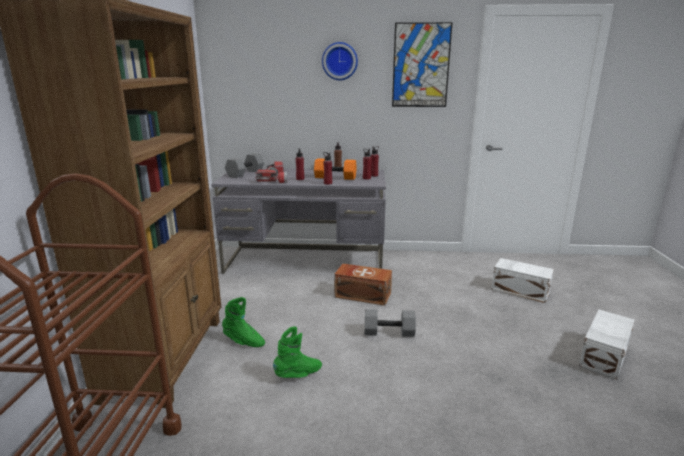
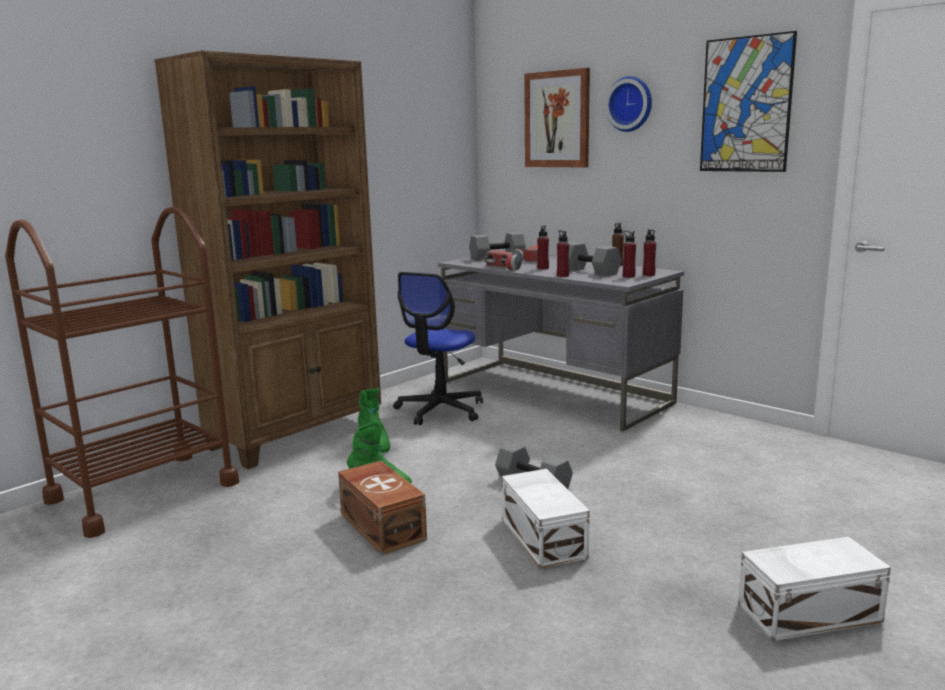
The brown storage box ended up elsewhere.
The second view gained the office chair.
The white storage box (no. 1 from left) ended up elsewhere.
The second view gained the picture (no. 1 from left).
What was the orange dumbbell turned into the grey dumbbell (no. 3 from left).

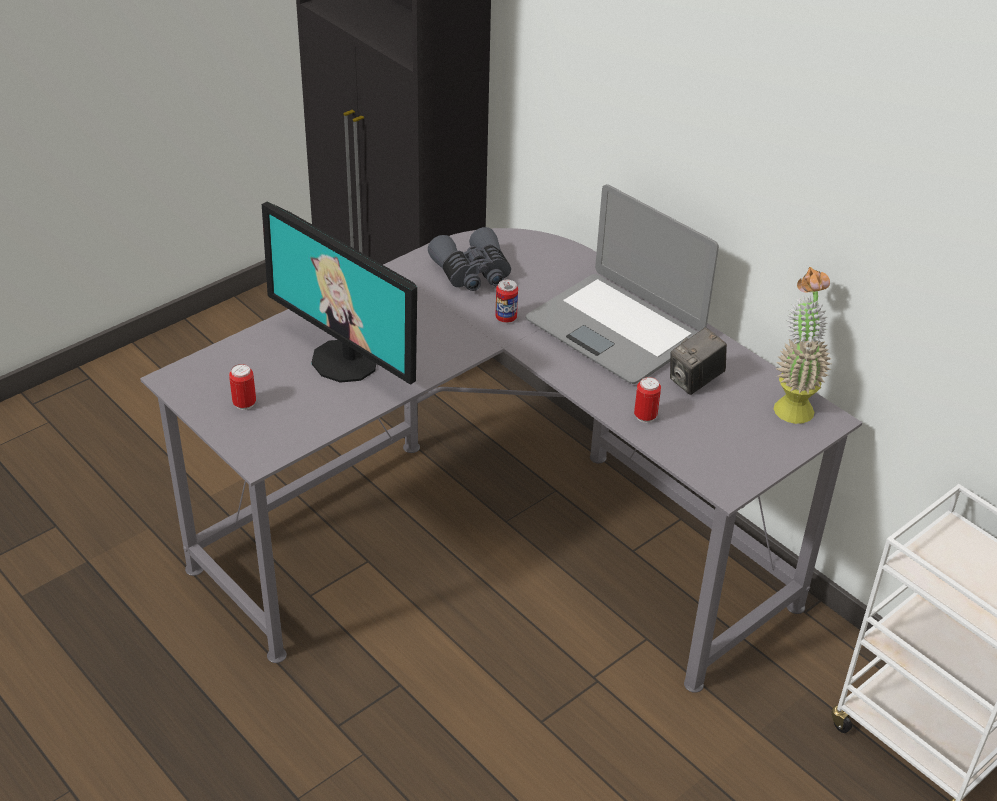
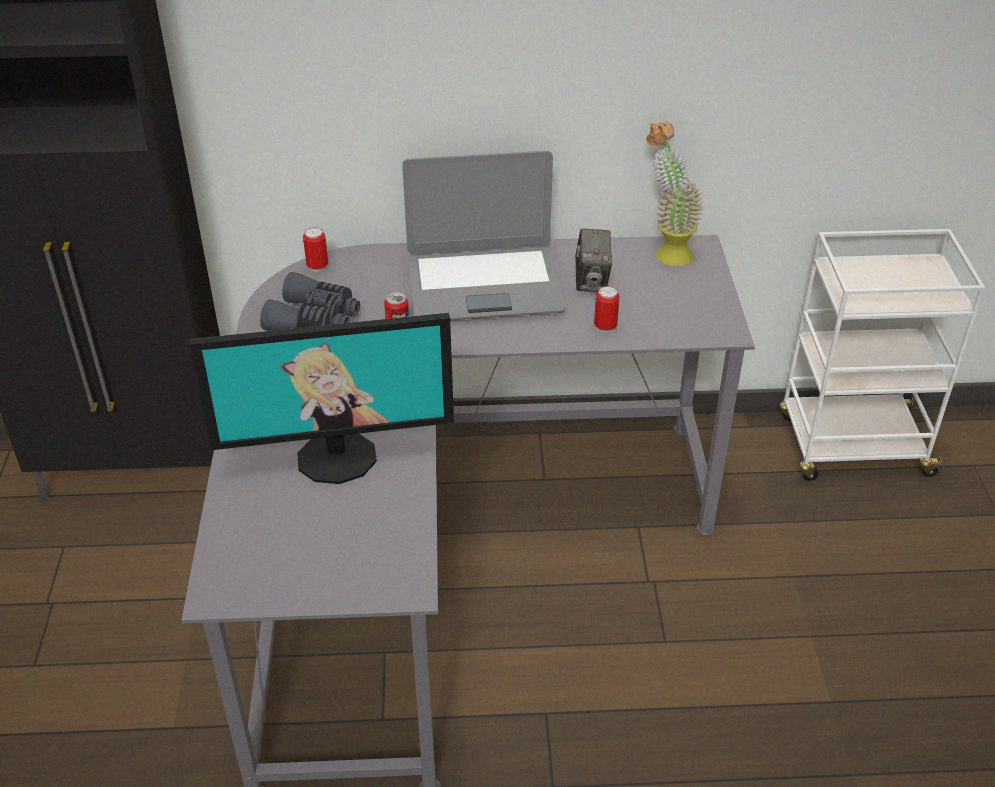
The can (no. 1 from left) ended up elsewhere.

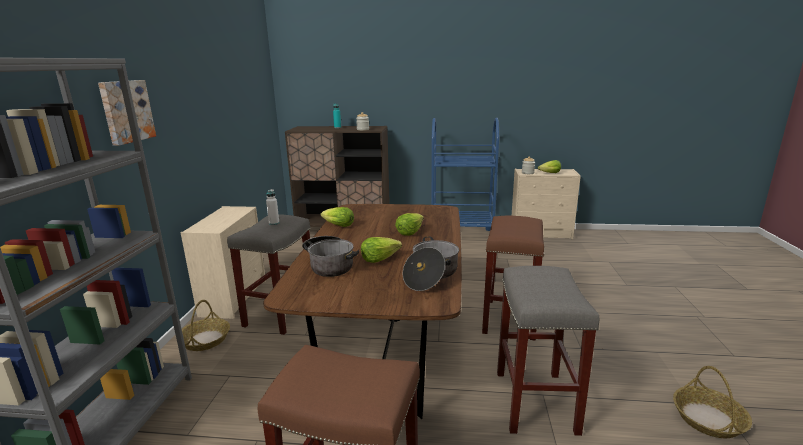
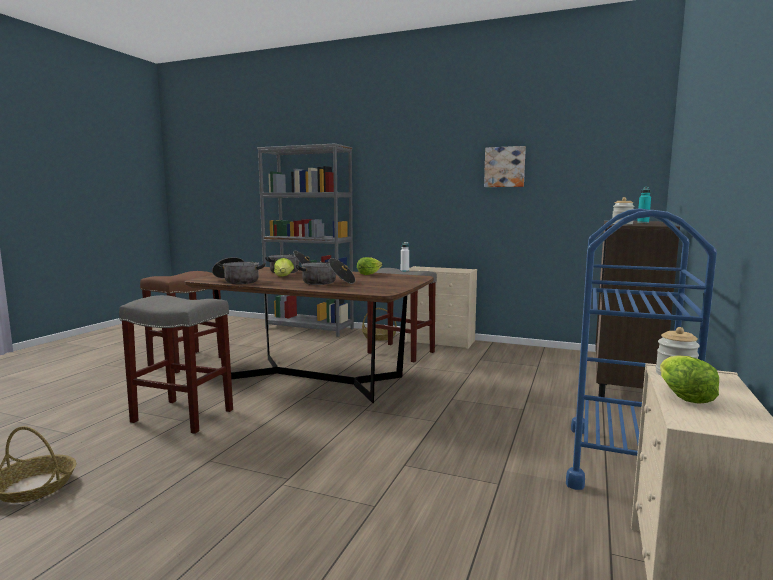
Where the lettuce (no. 3 from left) stood, the cooking pot (no. 3 from left) came to stand.
The picture ended up elsewhere.
The second view lost the brown stool (no. 2 from left).

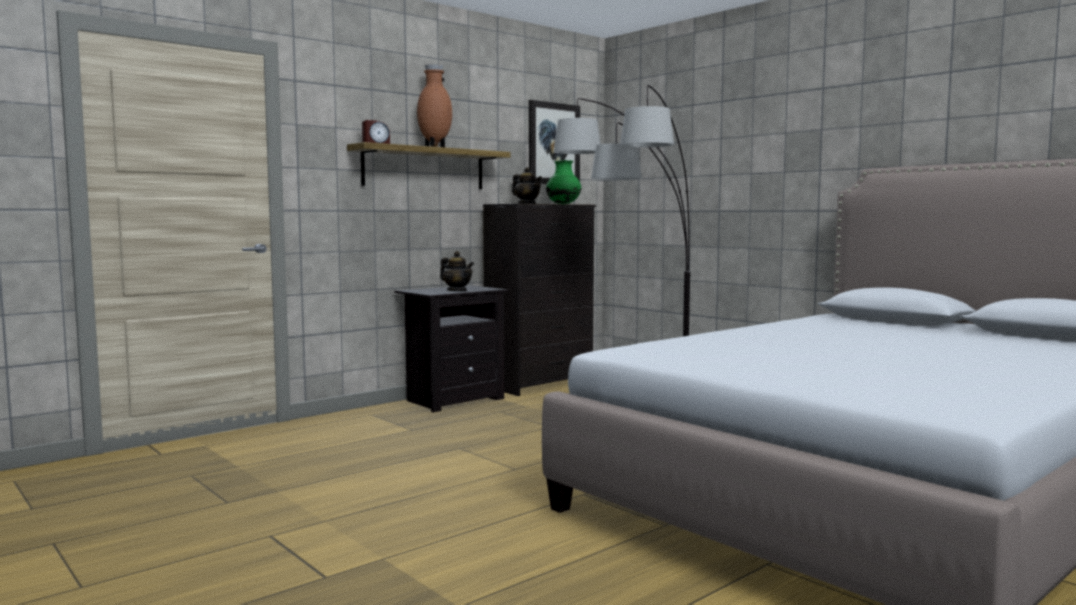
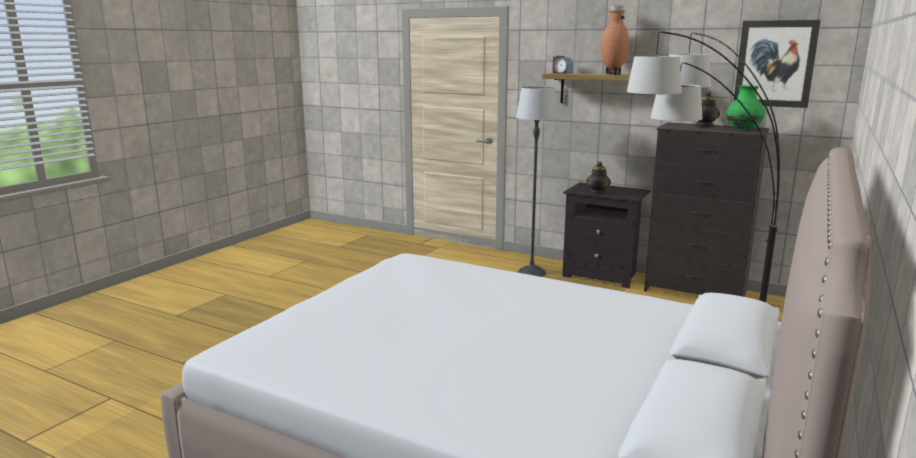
The second view gained the floor lamp (no. 1 from left).

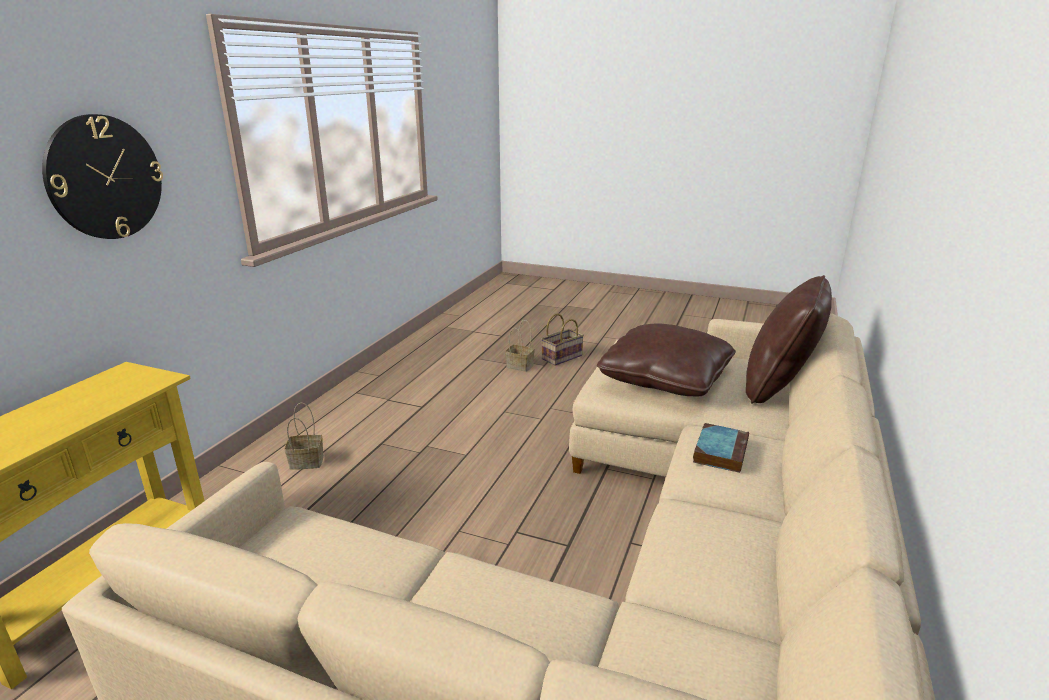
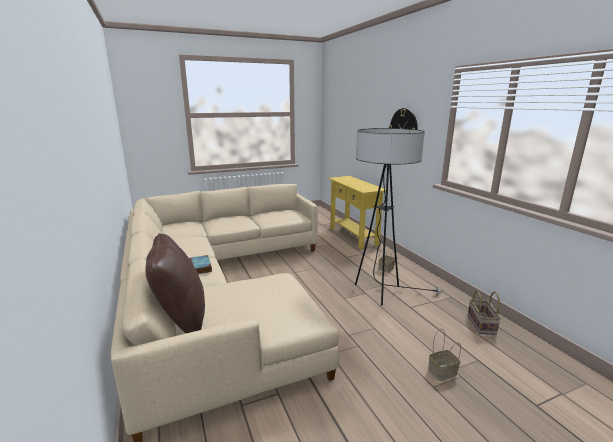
The second view gained the floor lamp.
The basket (no. 3 from left) ended up elsewhere.
The second view lost the brown pillow (no. 1 from left).

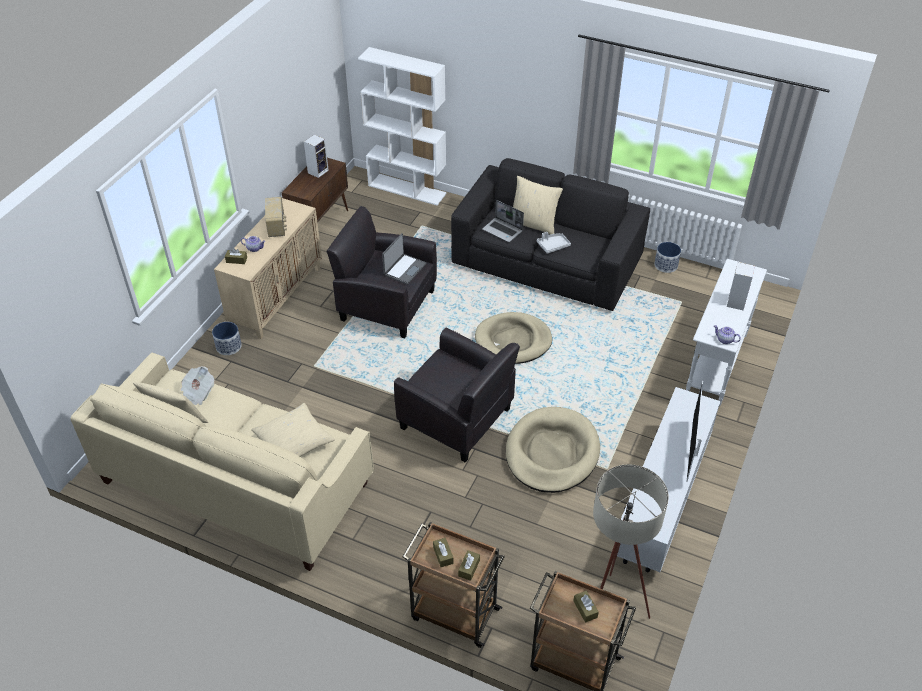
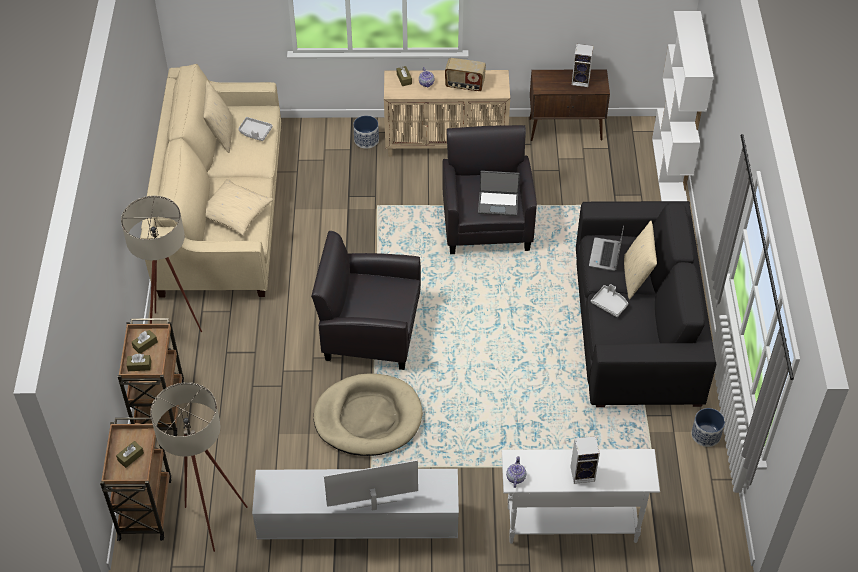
The second view gained the beige floor lamp (no. 1 from left).
Where the newspaper stood, the grey tray (no. 1 from left) came to stand.
The black armchair (no. 2 from left in the first image) ended up facing another way, 90 degrees clockwise from before.
The radio ended up facing another way, 45 degrees clockwise from before.
The second view lost the beige dog bed (no. 1 from left).

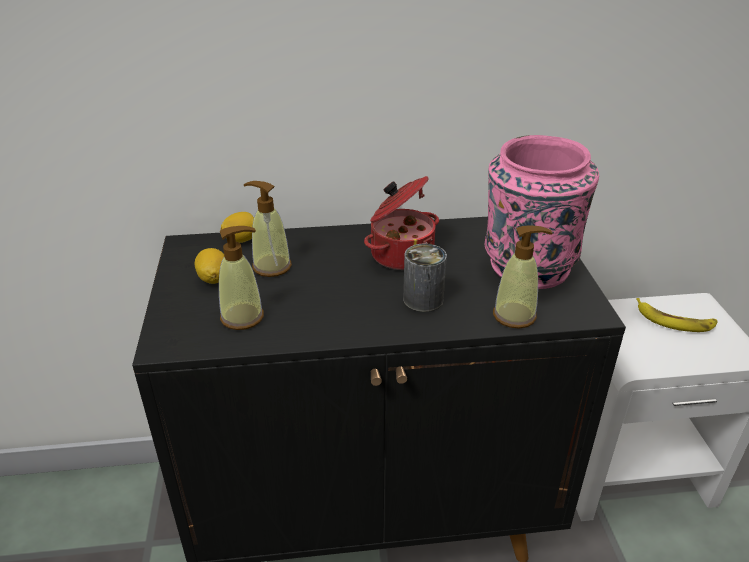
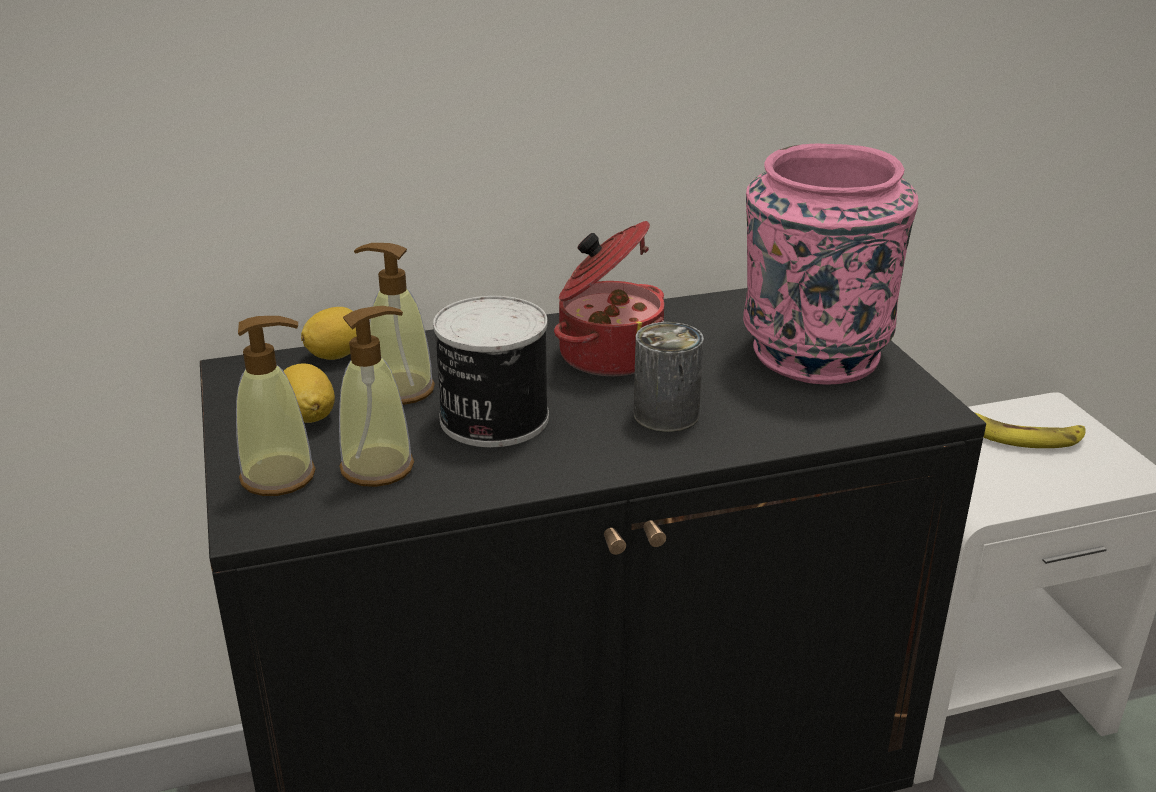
The soap dispenser (no. 3 from left in the first image) ended up elsewhere.
The second view gained the can (no. 1 from left).

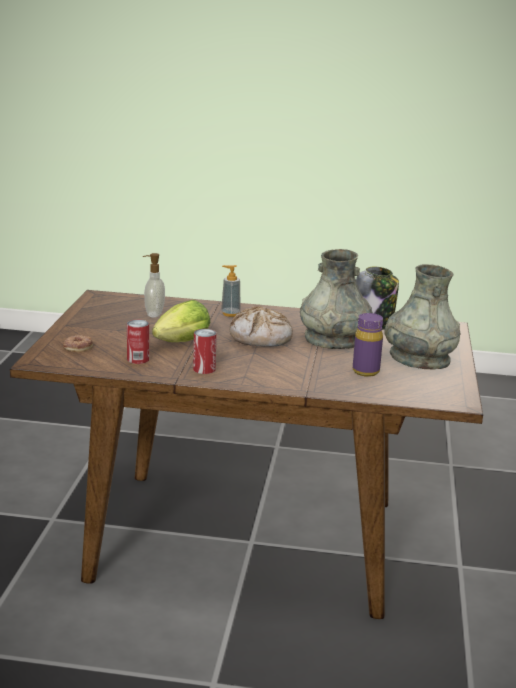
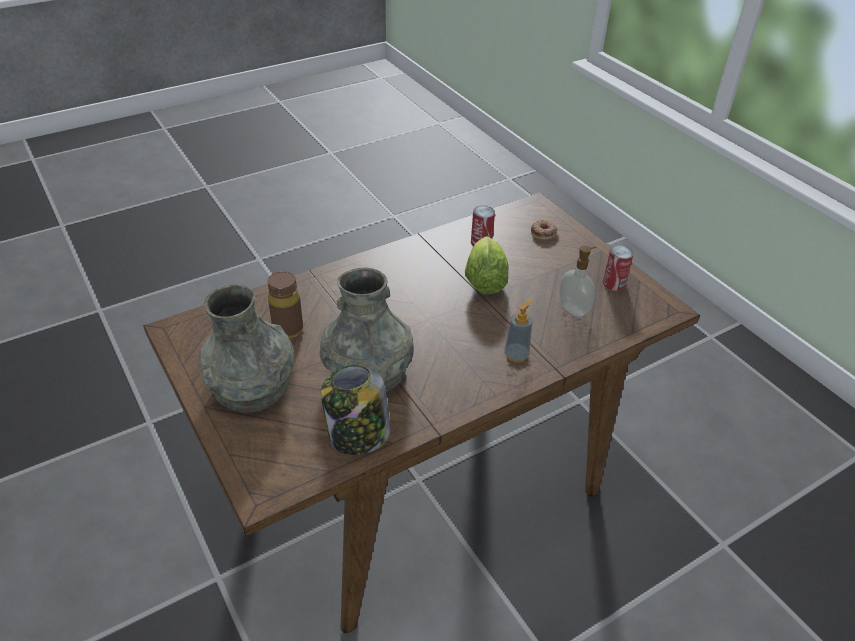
What was the purple bottle turned into the brown bottle.
The can (no. 2 from left) ended up elsewhere.
The second view lost the bread.

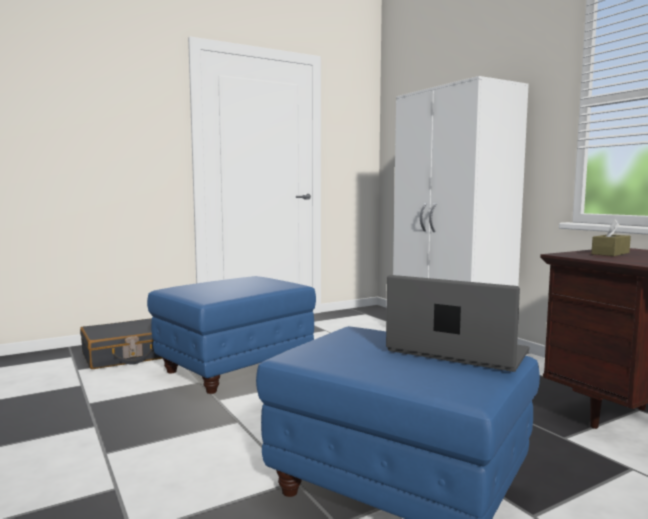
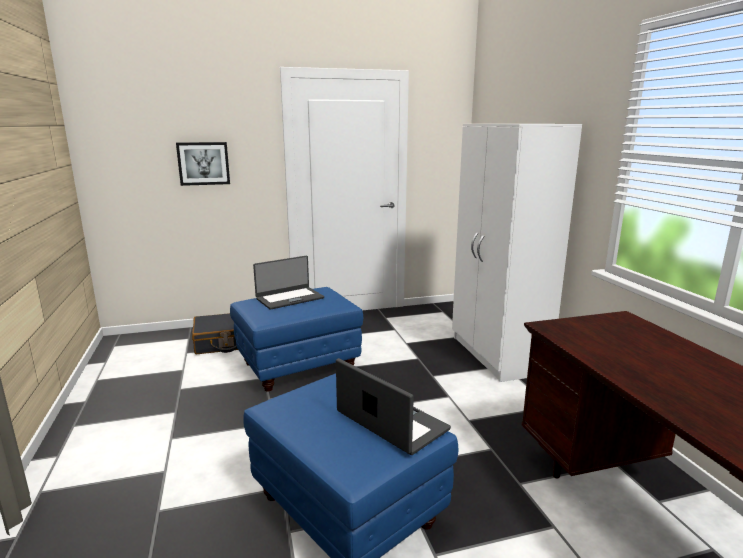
The second view gained the picture.
The second view gained the laptop (no. 1 from left).
The second view lost the brown tissue box.

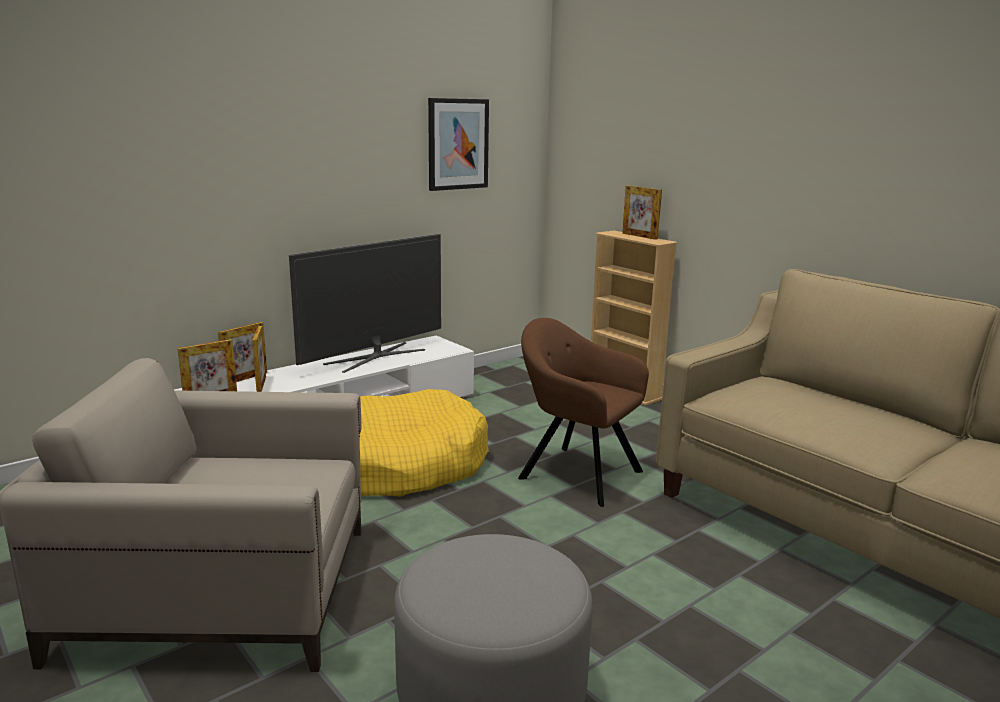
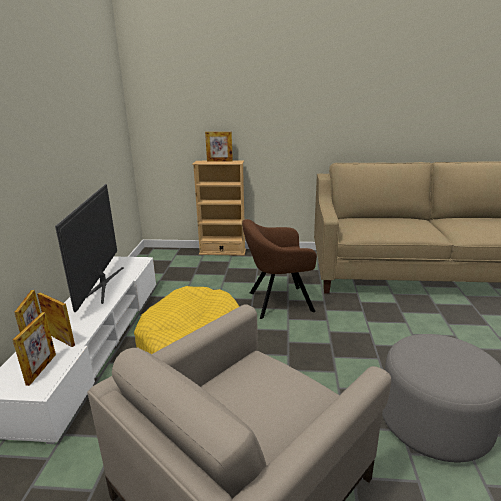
The second view lost the picture.

